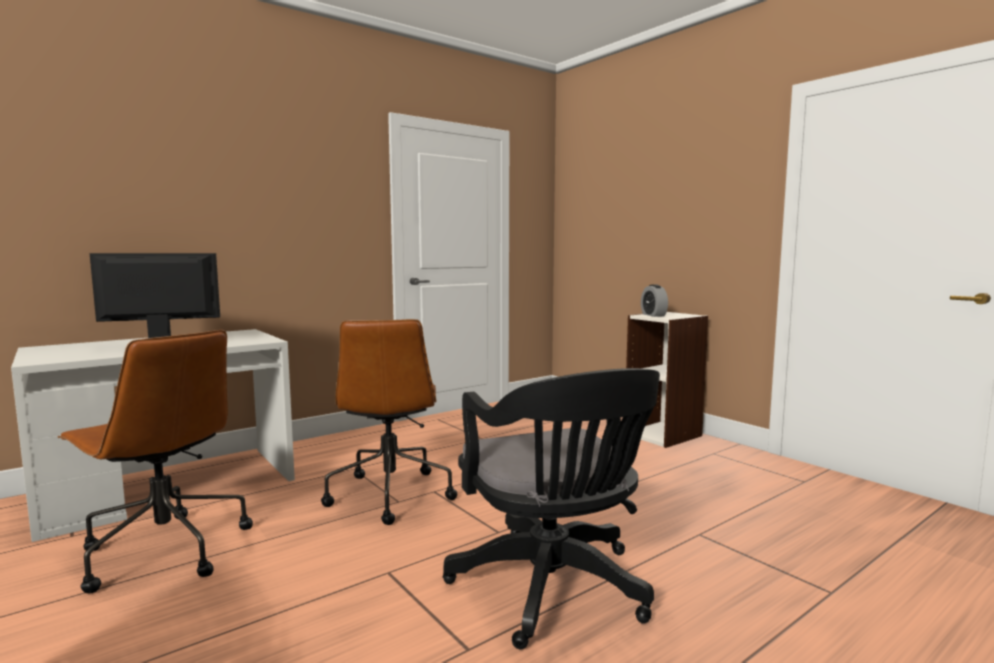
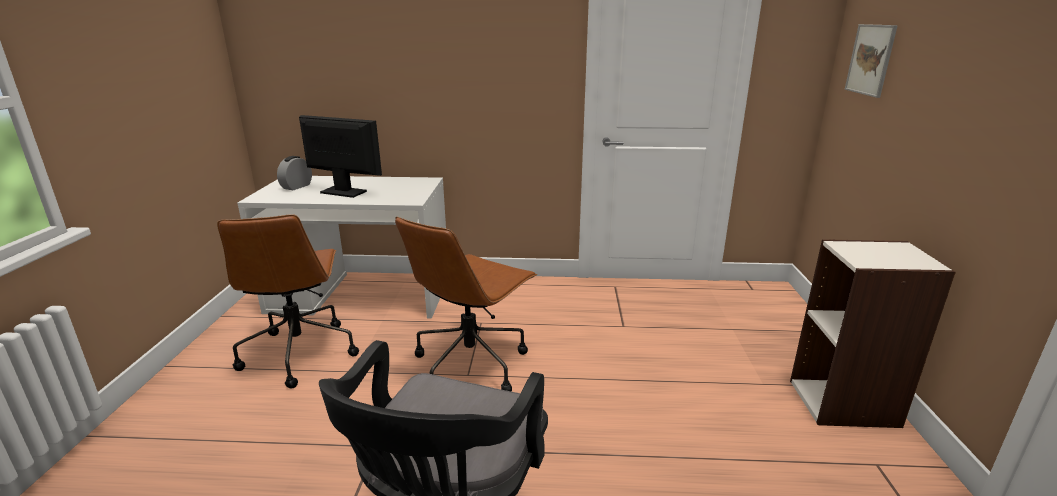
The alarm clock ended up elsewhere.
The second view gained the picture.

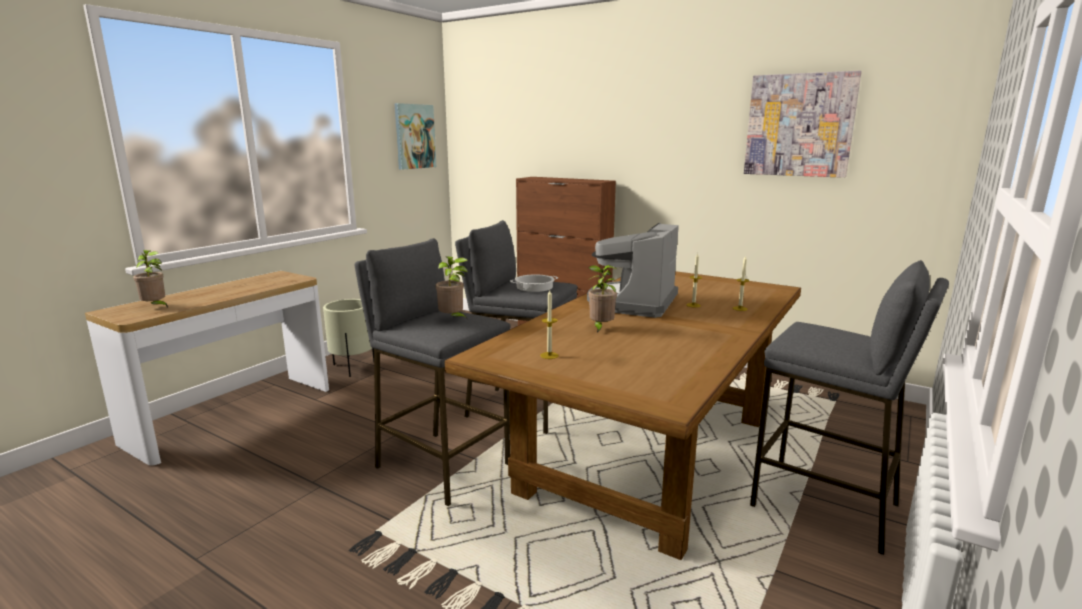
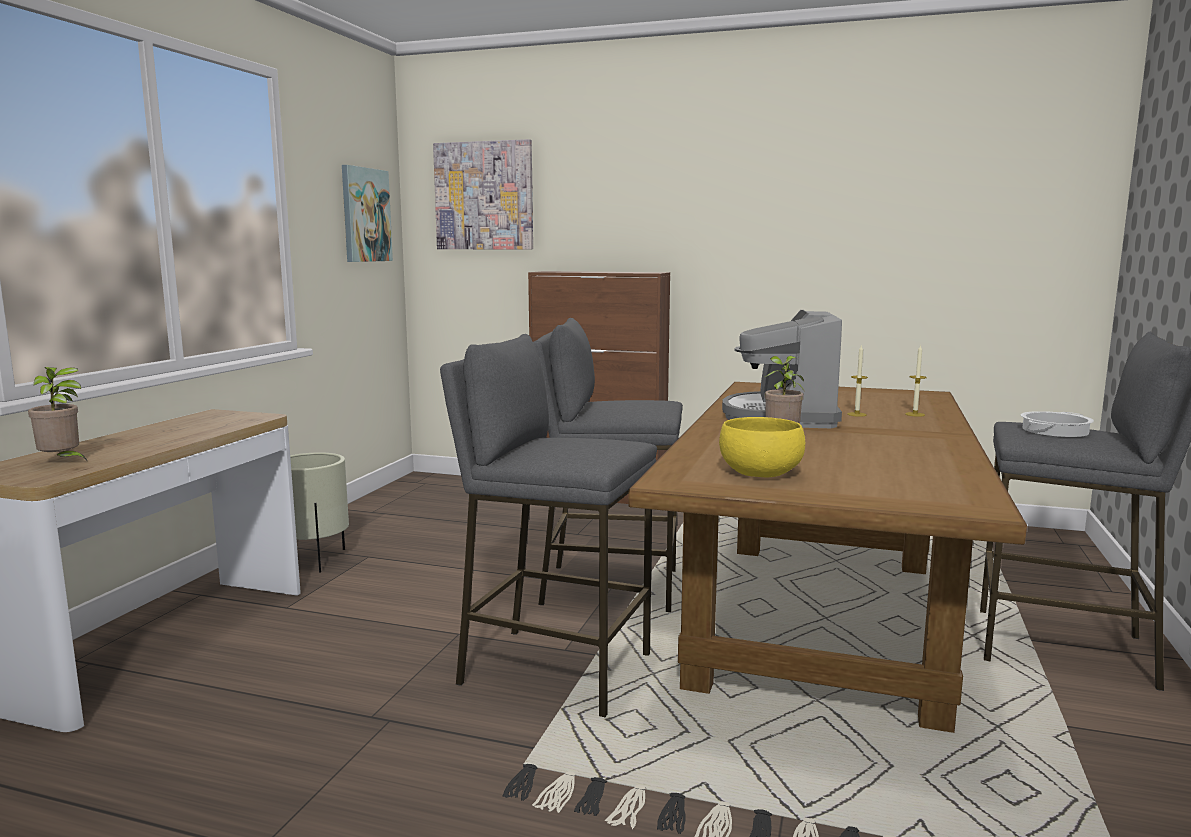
The picture (no. 2 from left) ended up elsewhere.
Where the candle (no. 1 from left) stood, the yellow bowl came to stand.
The cooking pot ended up elsewhere.
The second view lost the potted plant (no. 2 from left).

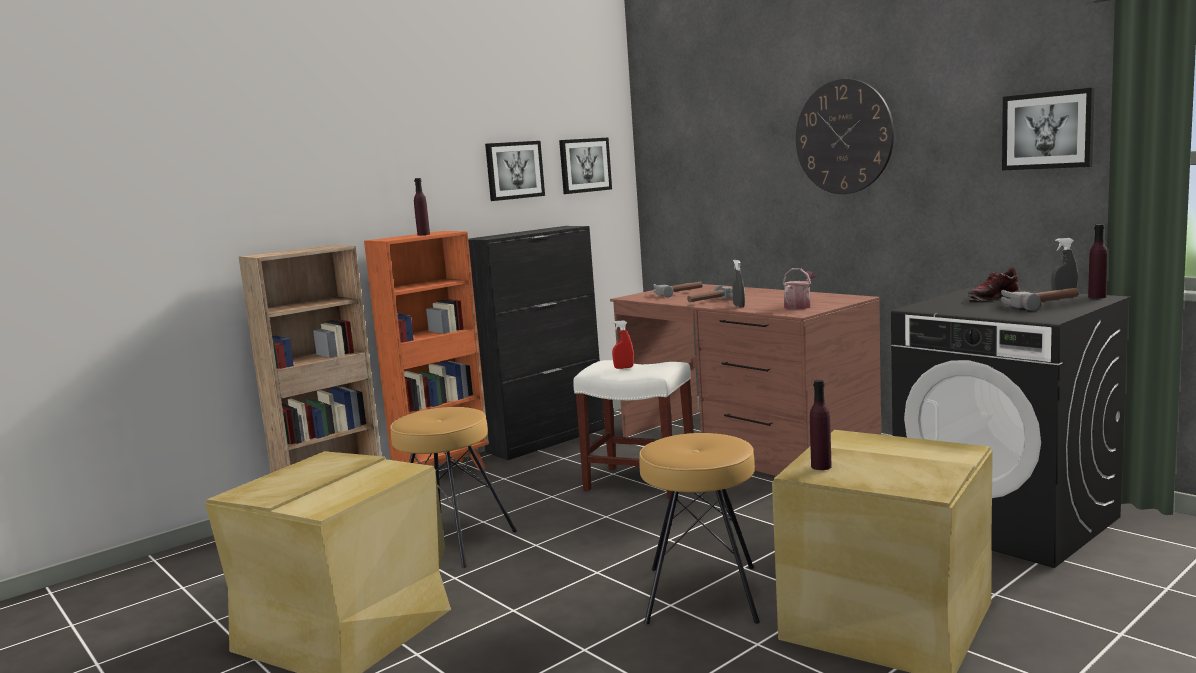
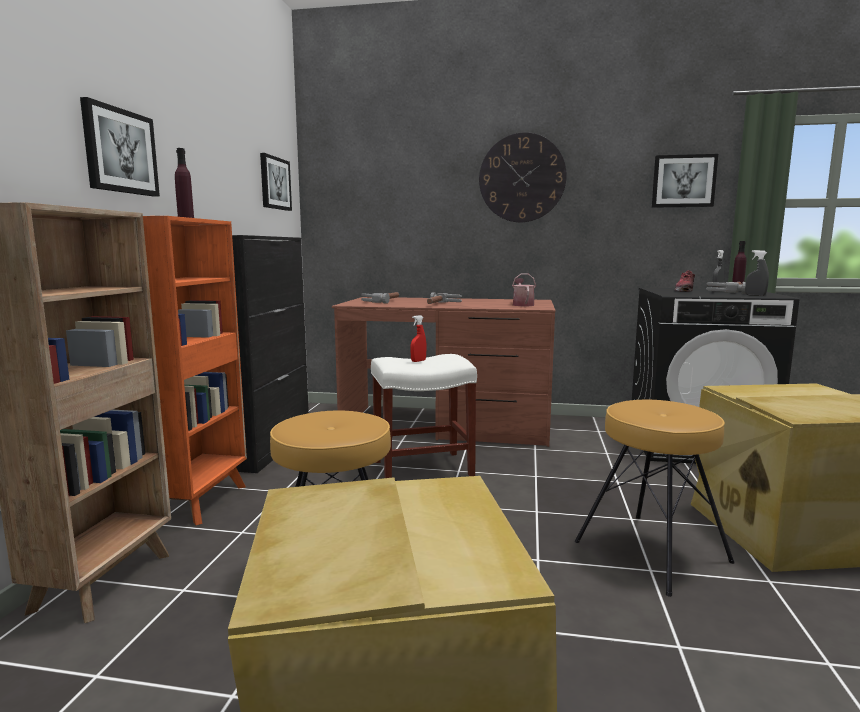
The picture (no. 1 from left) ended up elsewhere.
The grey spray bottle (no. 1 from left in the first image) ended up elsewhere.
The second view lost the purple bottle (no. 2 from left).

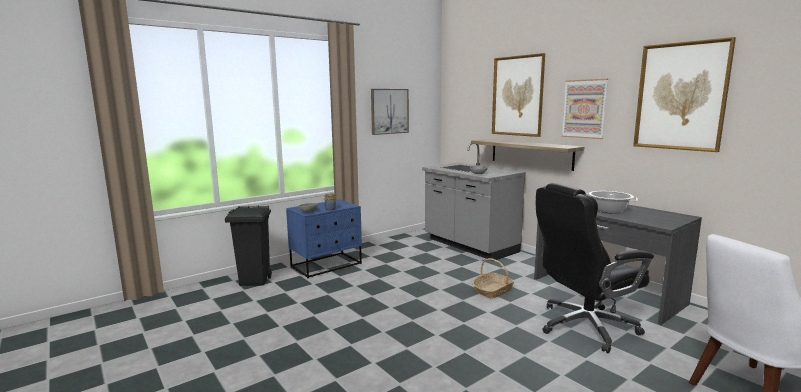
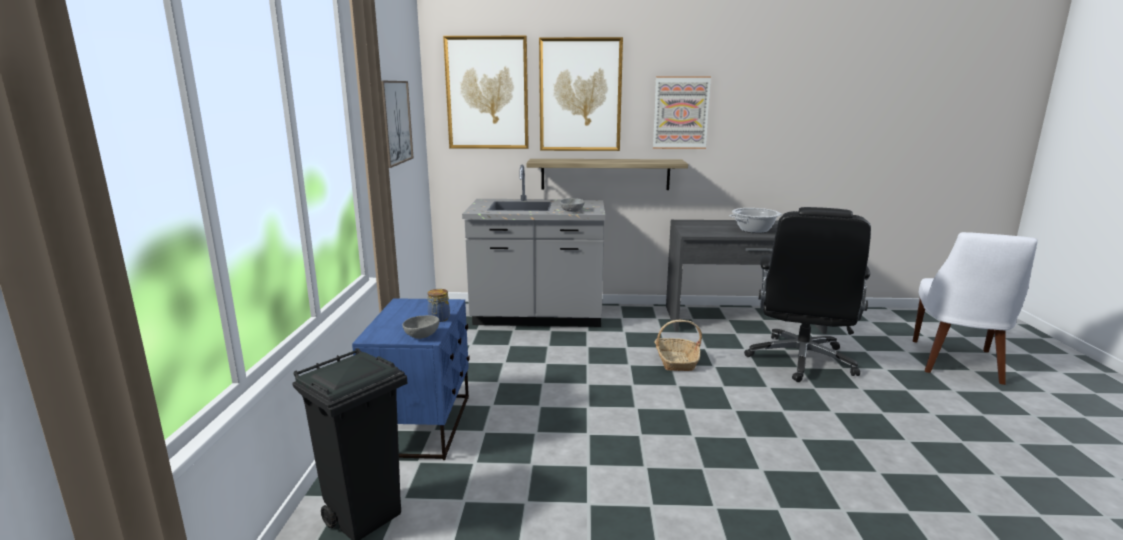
The picture (no. 4 from left in the first image) ended up elsewhere.

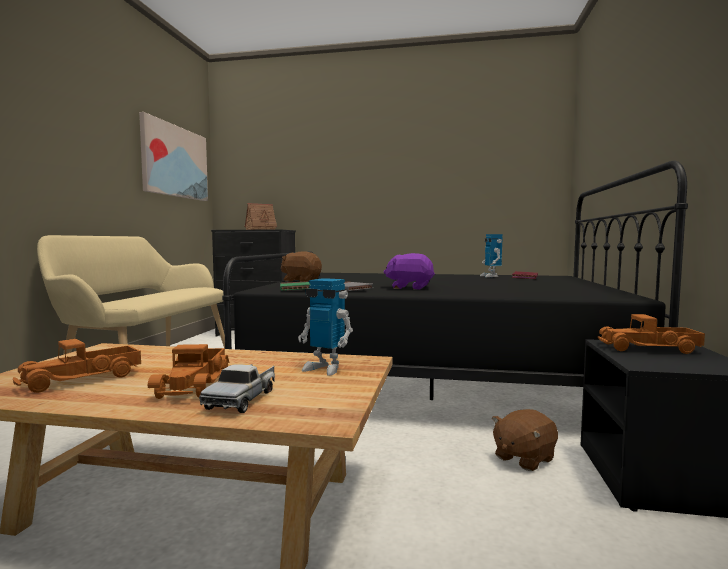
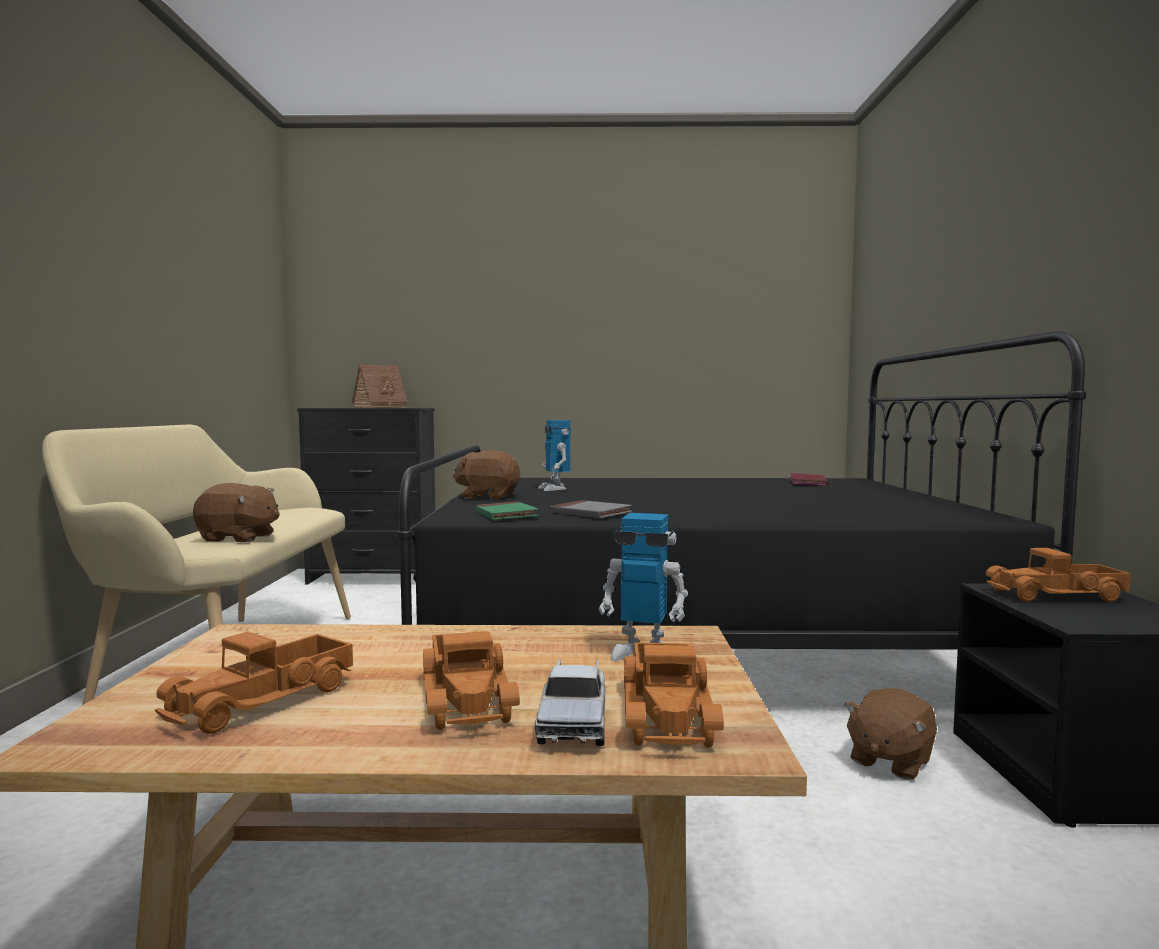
The second view gained the brown plush toy (no. 1 from left).
The toy robot (no. 2 from left in the first image) ended up elsewhere.
The second view gained the toy truck (no. 4 from left).
The second view lost the picture.
The second view lost the purple plush toy.

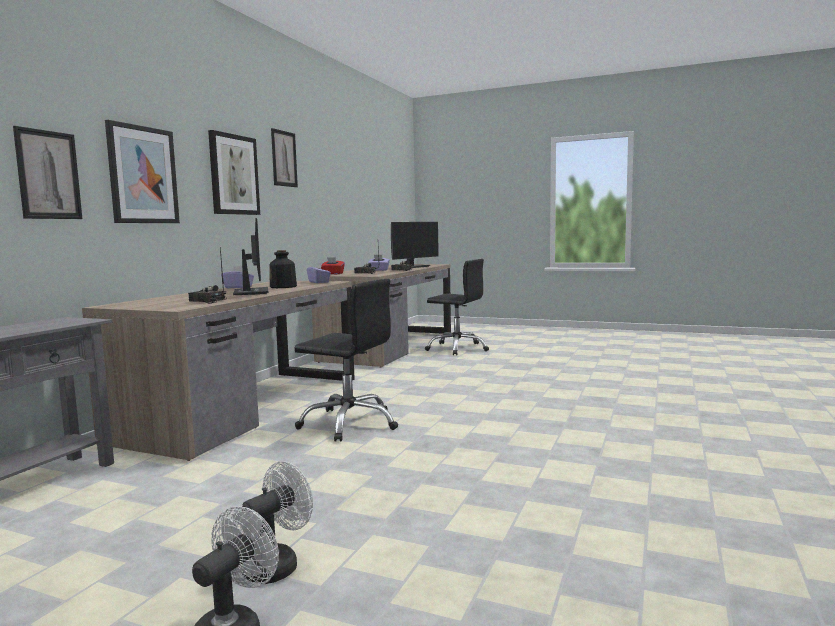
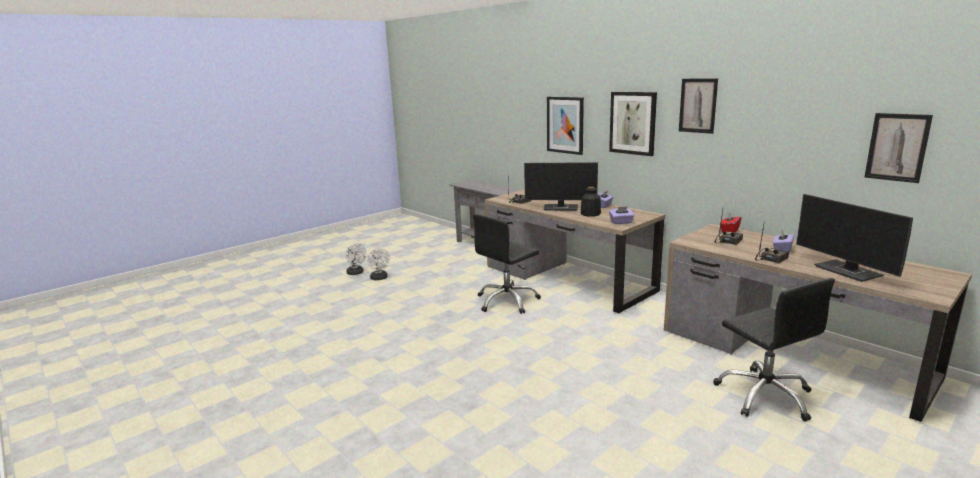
The black office chair (no. 2 from left) ended up facing another way, 75 degrees counterclockwise from before.
The picture (no. 1 from left in the first image) ended up elsewhere.

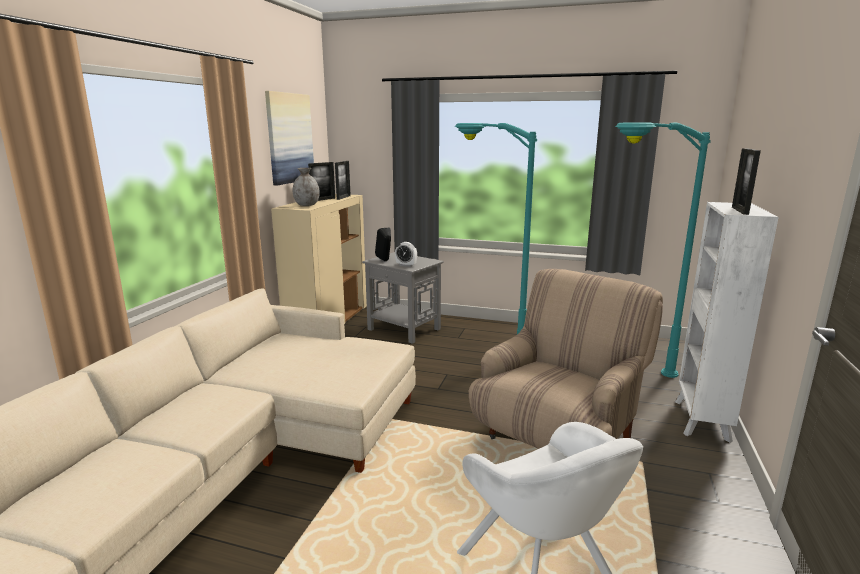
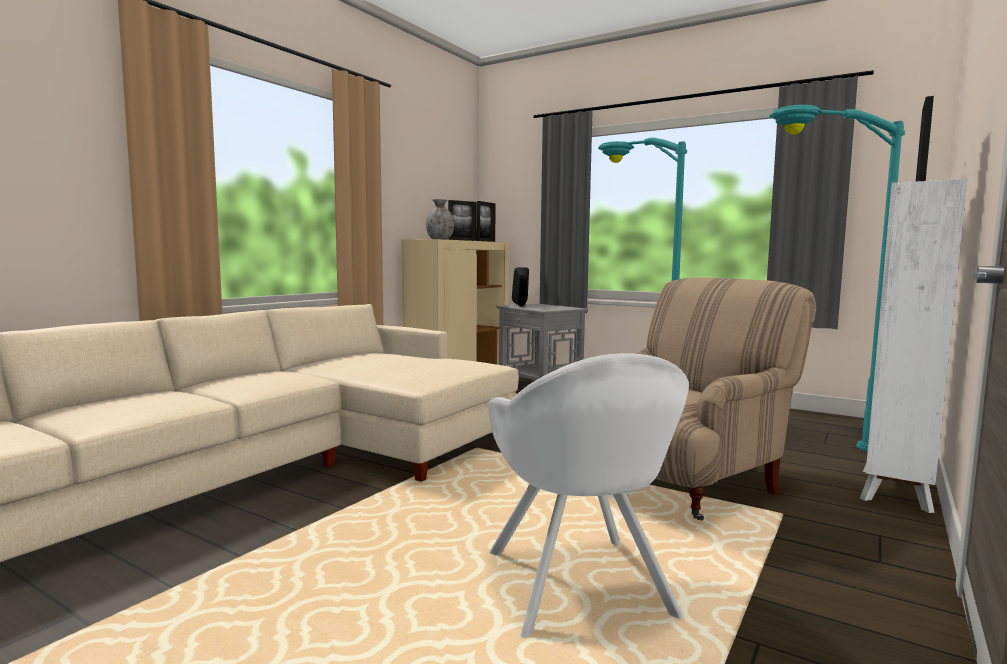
The second view lost the picture.
The second view lost the alarm clock.

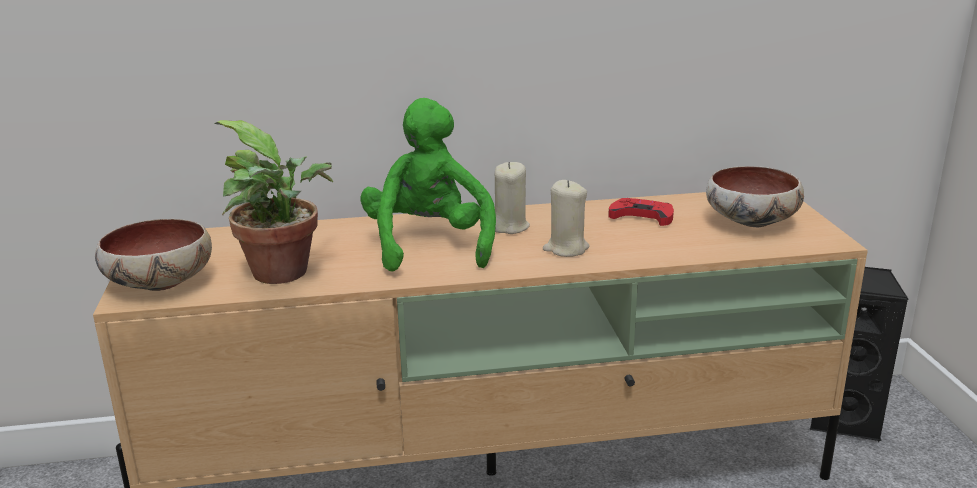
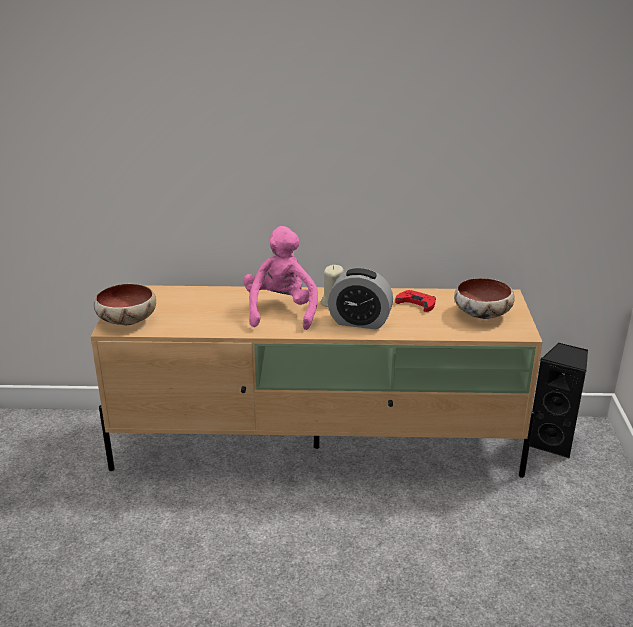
What was the green plush toy turned into the pink plush toy.
Where the beige candle (no. 2 from left) stood, the alarm clock came to stand.
The second view lost the potted plant.

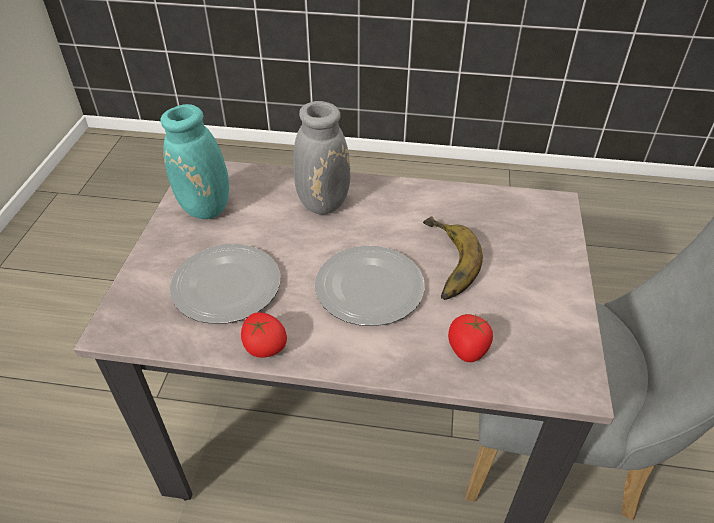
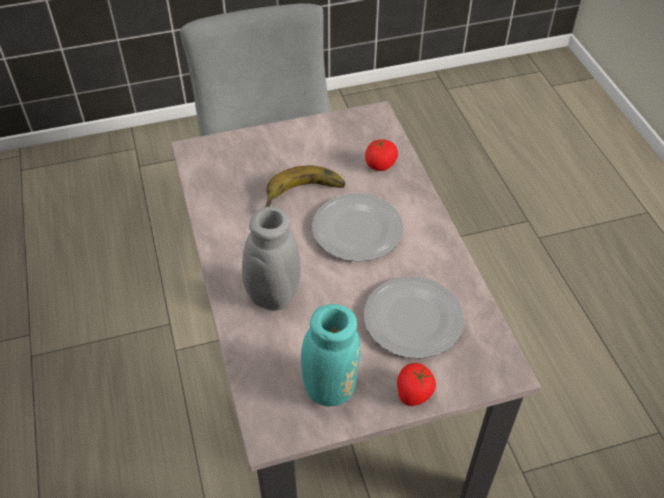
The tomato (no. 1 from left in the first image) ended up elsewhere.

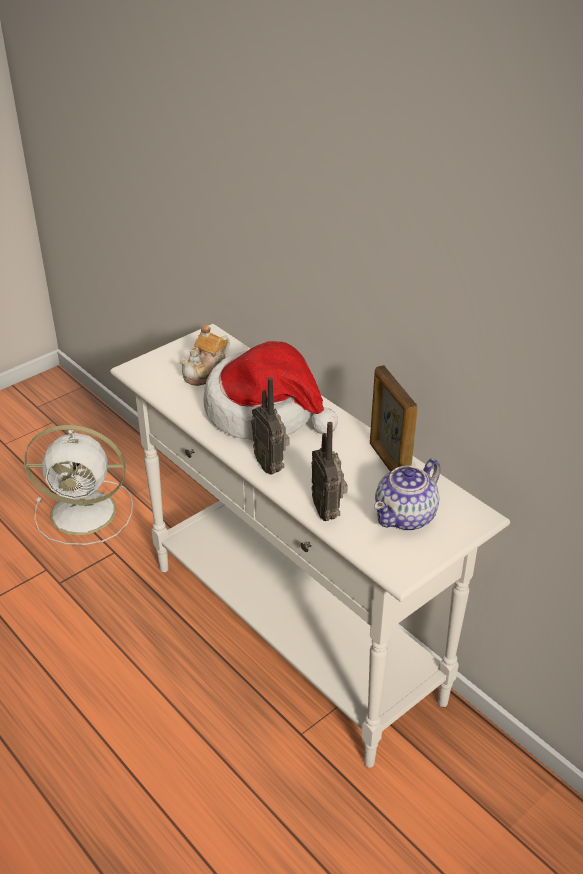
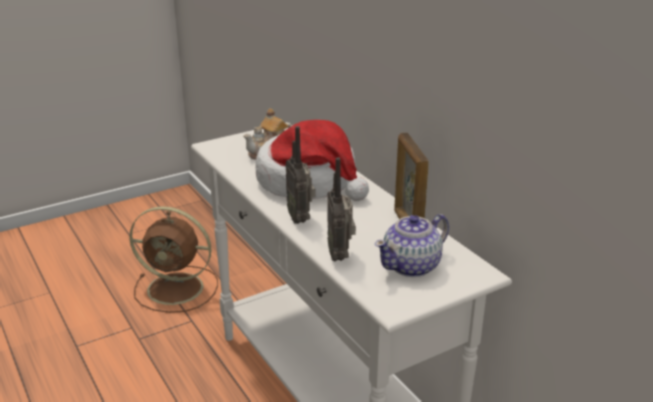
What was the white fan turned into the brown fan.

